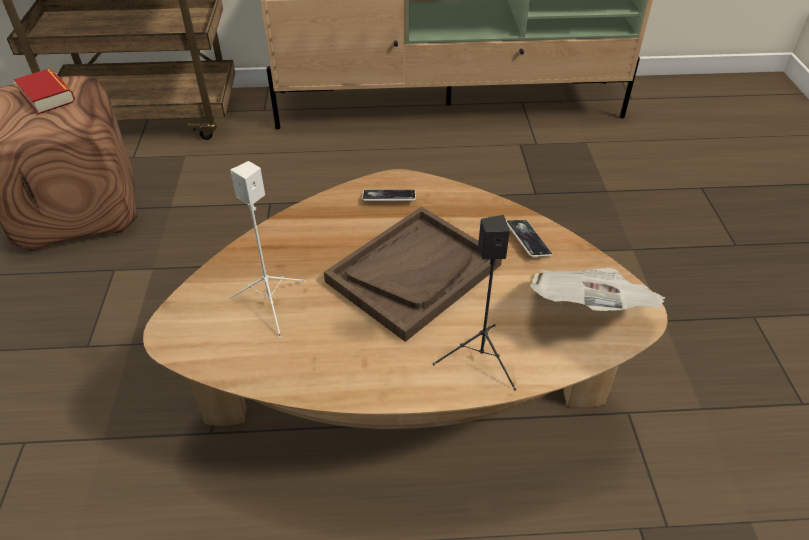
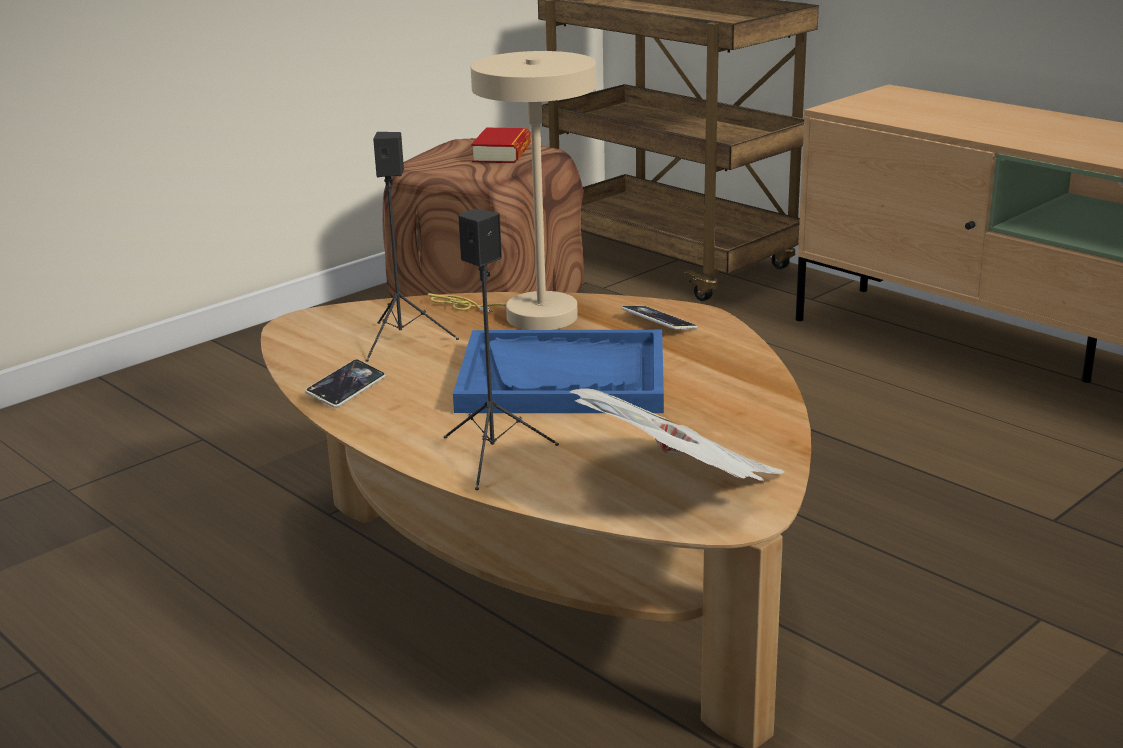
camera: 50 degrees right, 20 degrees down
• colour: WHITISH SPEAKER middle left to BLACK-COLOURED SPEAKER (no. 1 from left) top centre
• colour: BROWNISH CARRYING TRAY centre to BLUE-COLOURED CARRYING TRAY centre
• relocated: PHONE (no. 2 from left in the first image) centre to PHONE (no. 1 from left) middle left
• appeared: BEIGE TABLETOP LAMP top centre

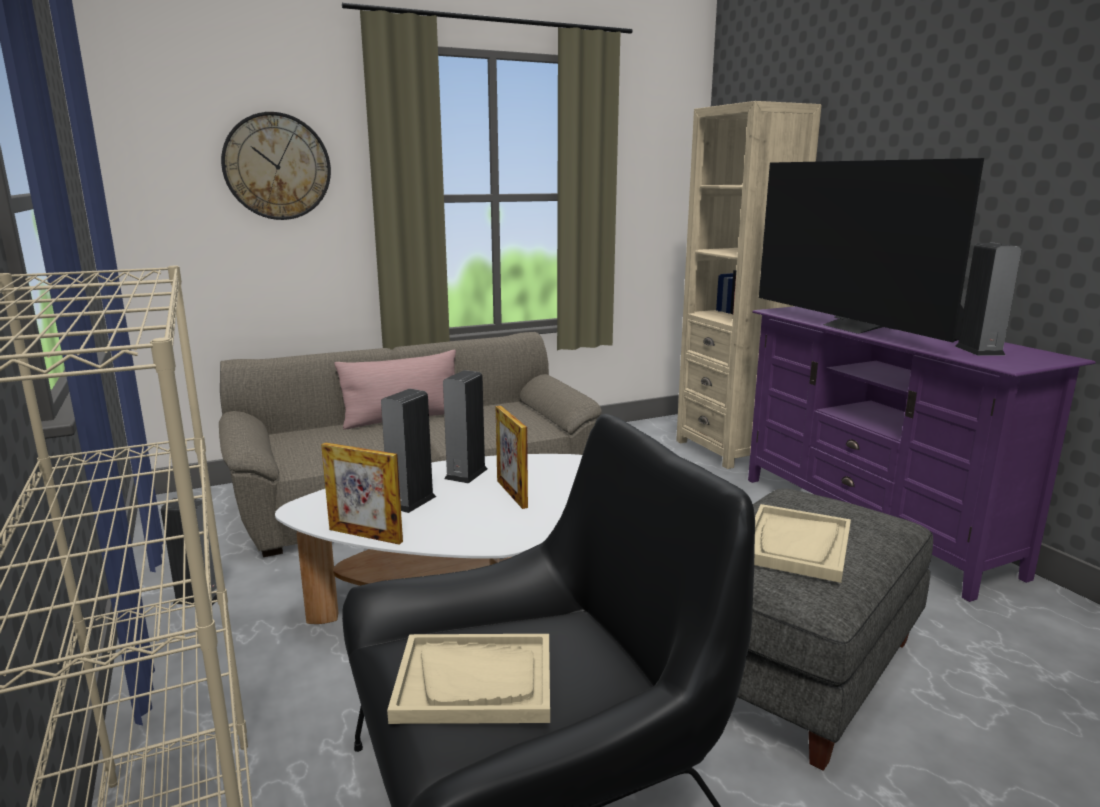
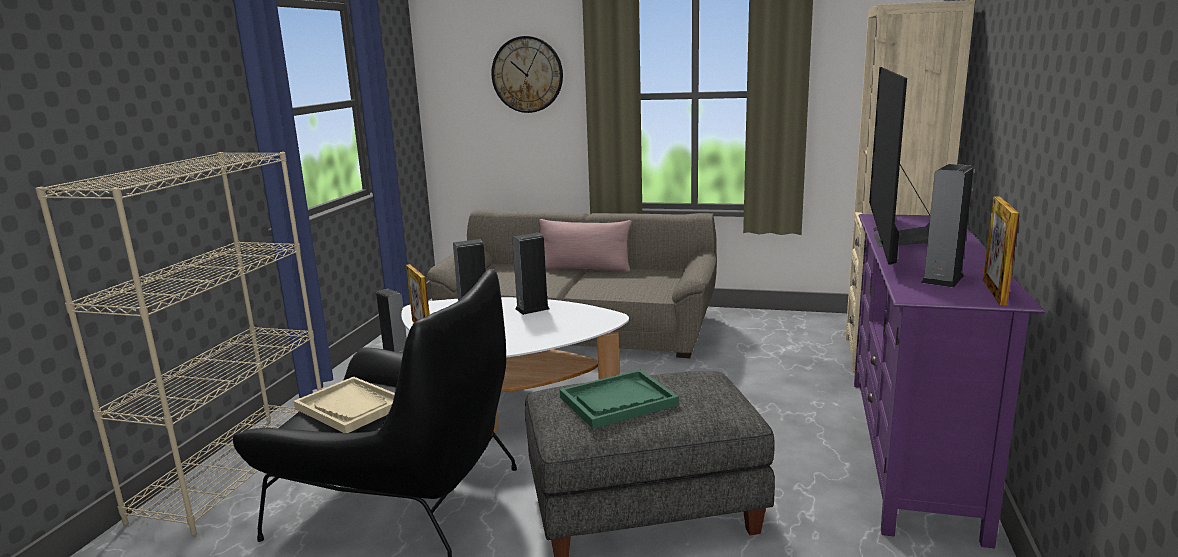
camera: 40 degrees right, 0 degrees up
• relocated: PHOTO FRAME (no. 2 from left) centre to middle right
• colour: BEIGE CARRYING TRAY (no. 2 from left) bottom right to GREENISH CARRYING TRAY bottom centre

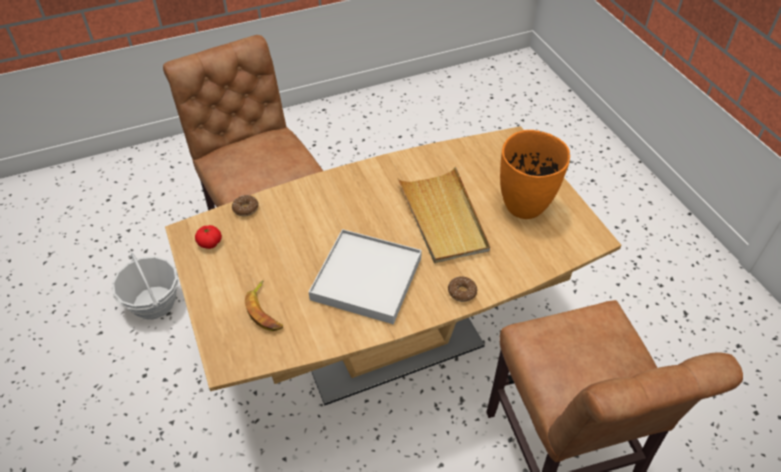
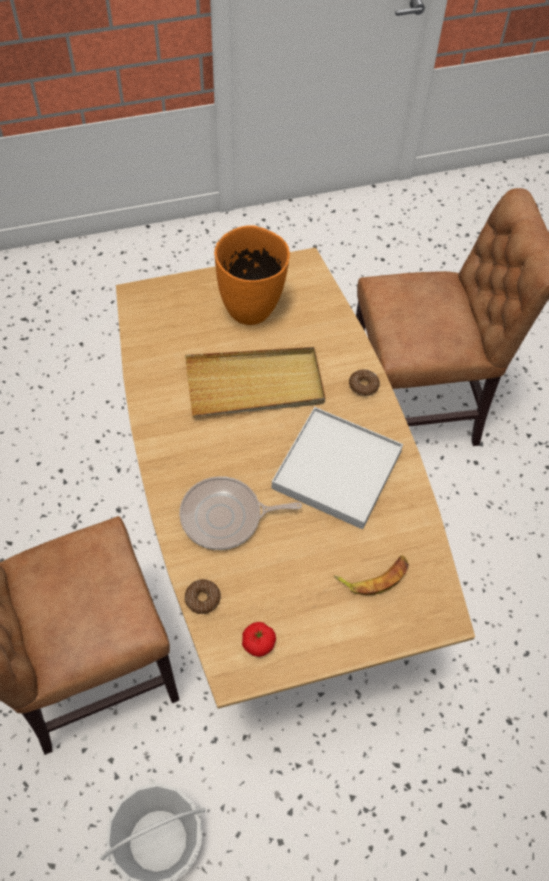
camera: 85 degrees left, 10 degrees up
• appeared: FRYING PAN centre

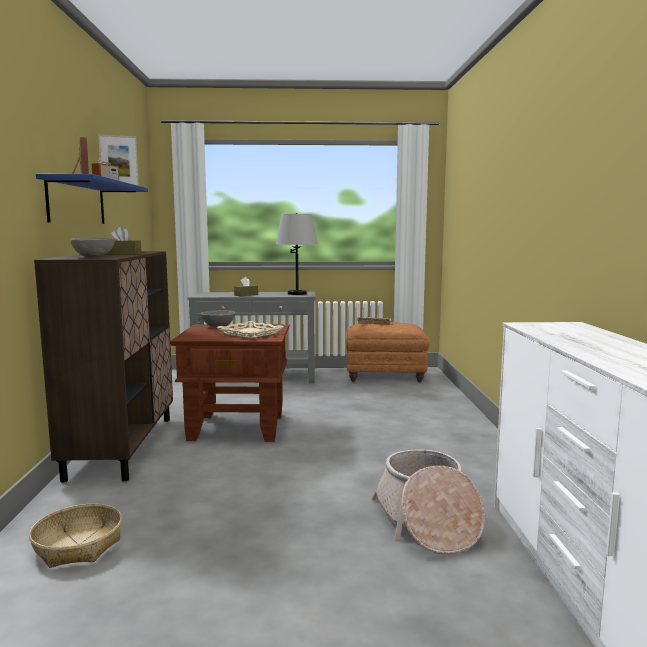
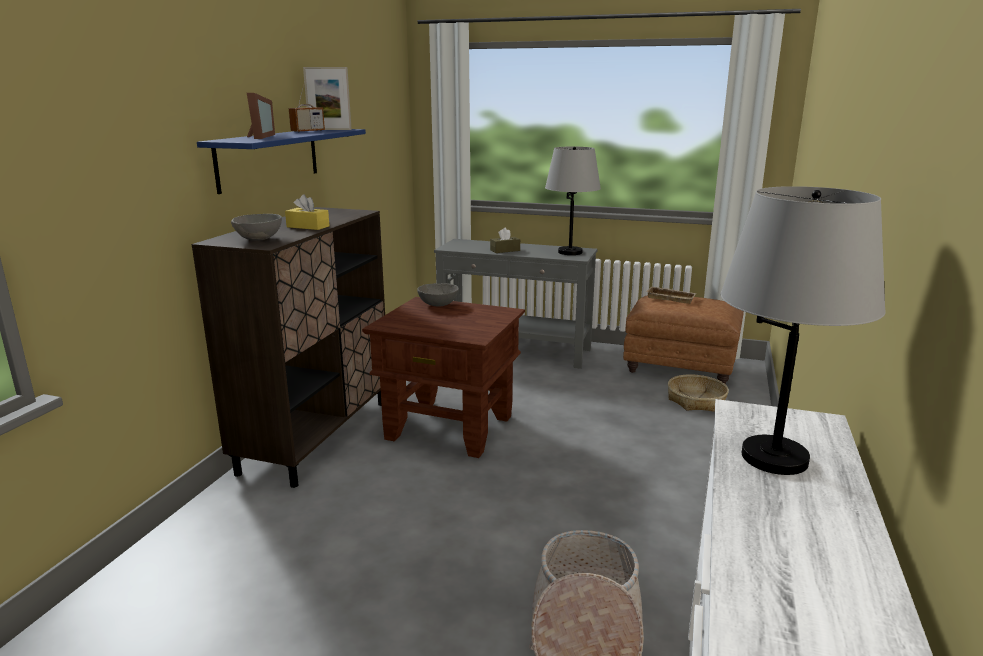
camera: 20 degrees right, 10 degrees up
• colour: BROWNISH TISSUE HOLDER (no. 1 from left) middle left to YELLOW TISSUE HOLDER top left
• missing: BEIGE CARRYING TRAY (no. 1 from left) centre
• relocated: STORAGE BASKET (no. 1 from left in the first image) bottom left to STORAGE BASKET (no. 2 from left) middle right
• appeared: GREY TABLETOP LAMP (no. 2 from left) middle right

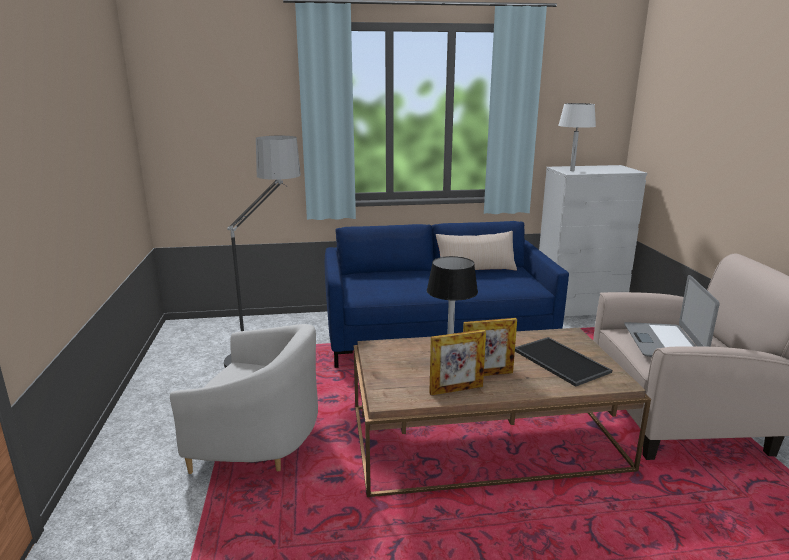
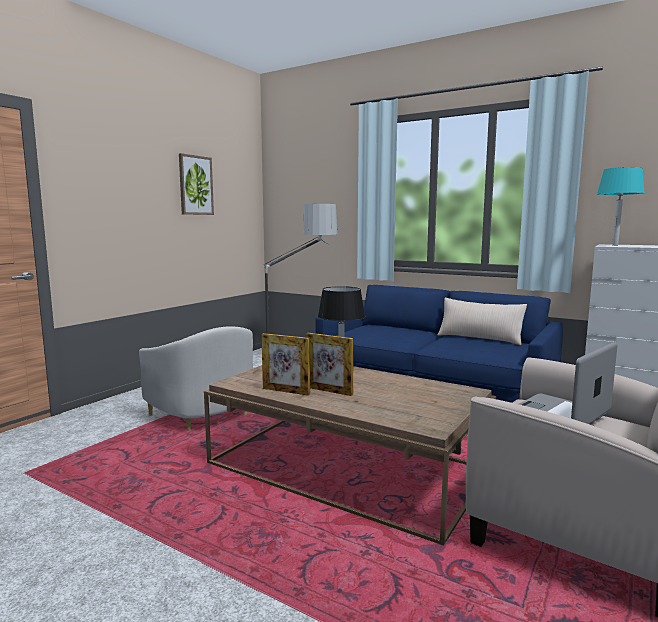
camera: 40 degrees right, 10 degrees down
• colour: WHITISH TABLETOP LAMP top right to TURQUOISE TABLETOP LAMP top right
• missing: CARRYING TRAY middle right
• appeared: WALL PICTURE top left

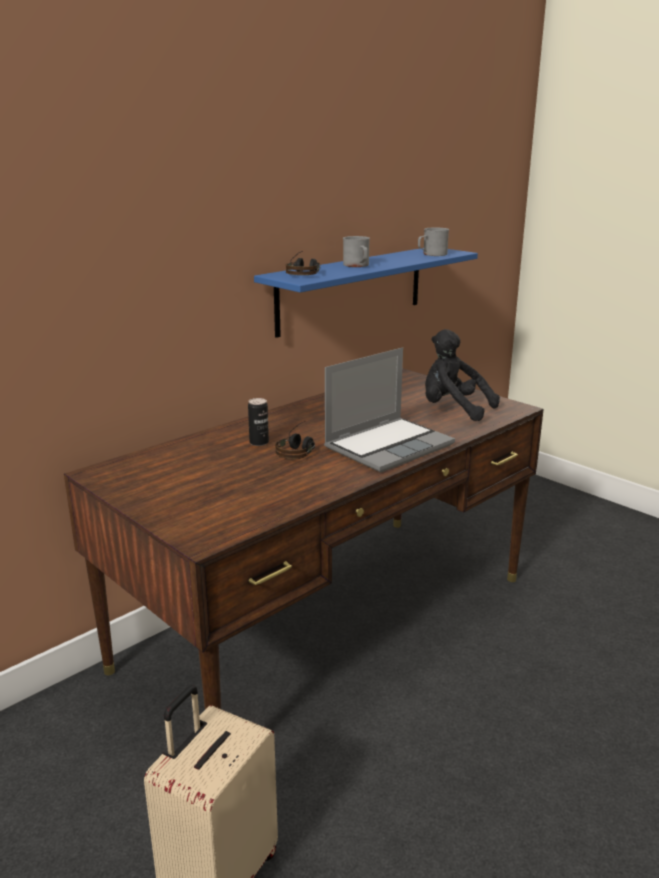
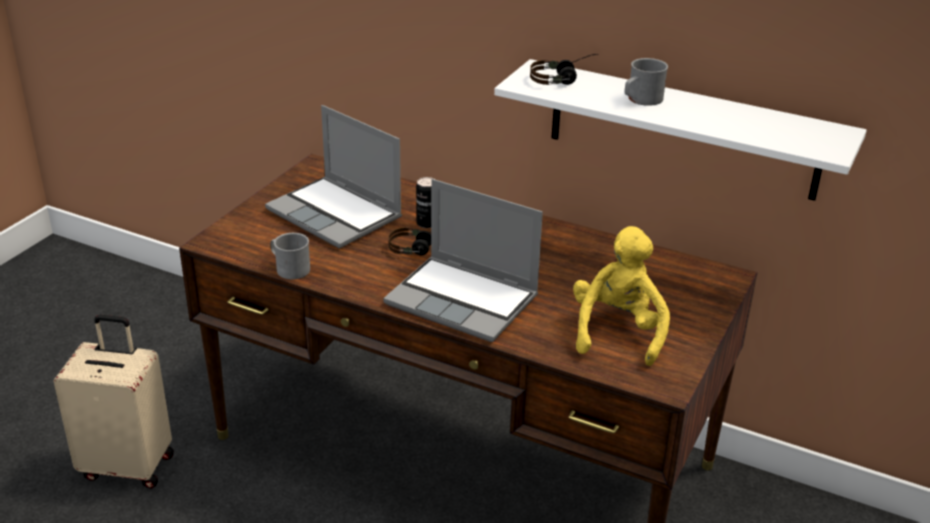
camera: 70 degrees right, 10 degrees up
• relocated: GREY MUG (no. 2 from left in the first image) top centre to GREY MUG (no. 1 from left) middle left
• colour: BLUE-COLOURED WALL SHELF centre to WHITISH WALL SHELF top right
• colour: BLACK-COLOURED PLUSH TOY middle right to YELLOW PLUSH TOY middle right
• appeared: LAPTOP (no. 1 from left) centre

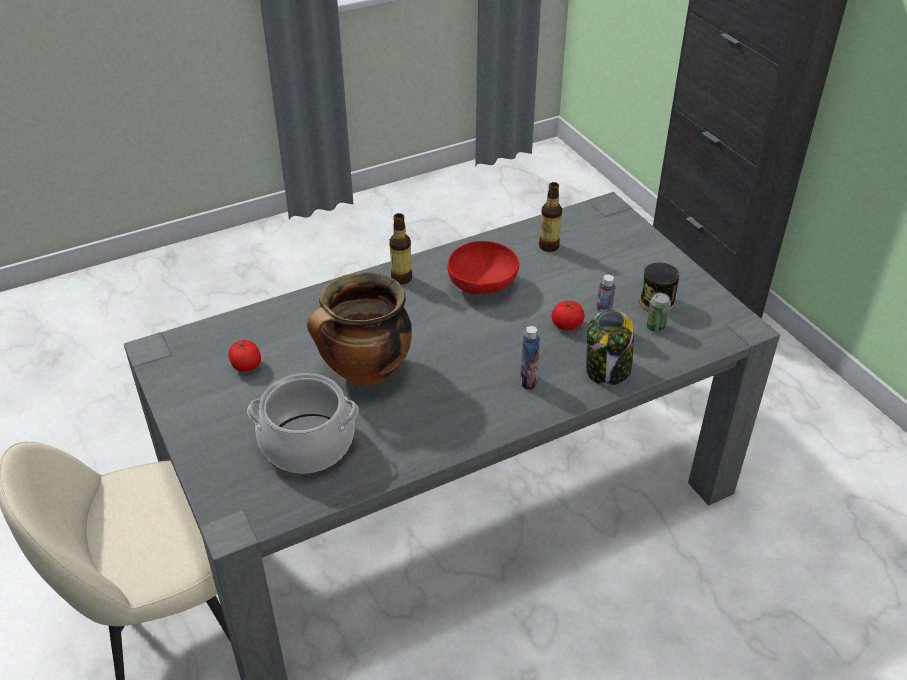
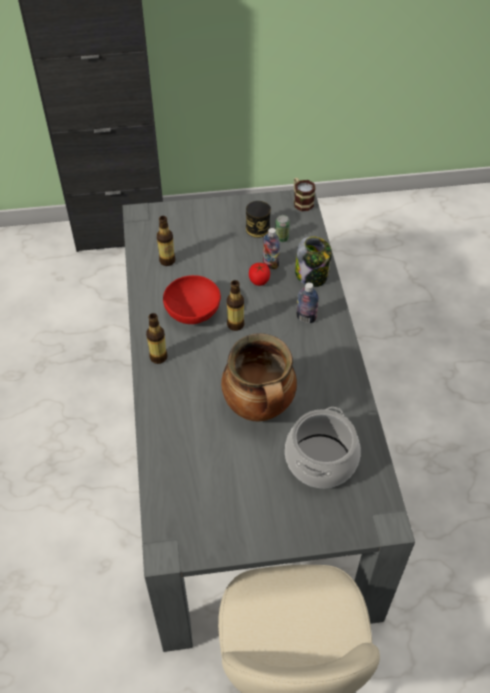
camera: 70 degrees left, 10 degrees up
• missing: FRESH TOMATO (no. 1 from left) middle left
• appeared: MUG top centre
• appeared: BOTTLE (no. 3 from left) centre

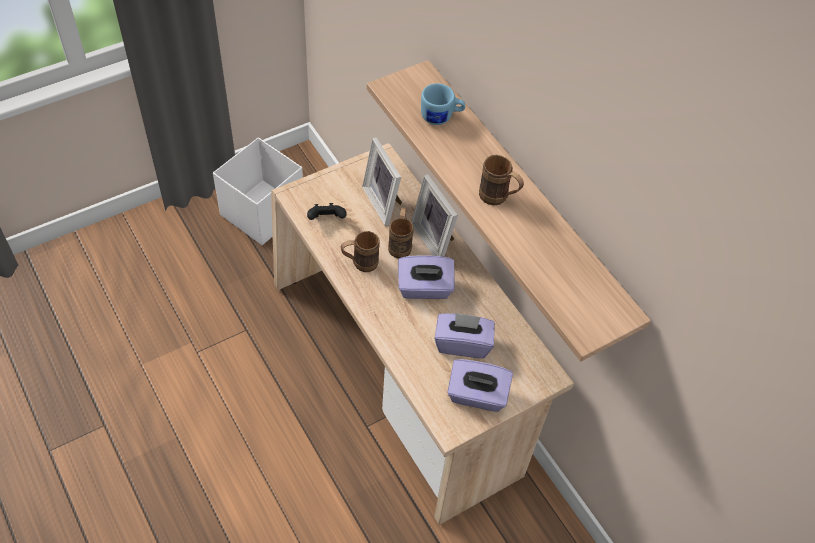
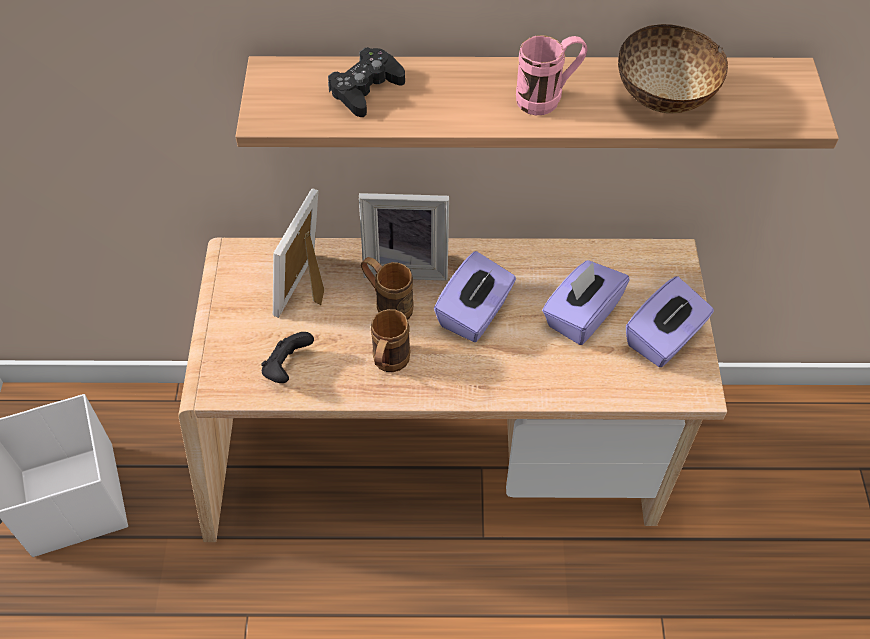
camera: 55 degrees left, 0 degrees up
• exchanged: BLUE-COLOURED MUG top centre to BLACK-COLOURED JOYPAD (no. 2 from left) top centre
• spun: PHOTO FRAME (no. 1 from left) centre = centre 105 degrees clockwise
• colour: BROWNISH MUG (no. 3 from left) top centre to PINK-COLOURED MUG top centre
• appeared: SERVING BOWL top right

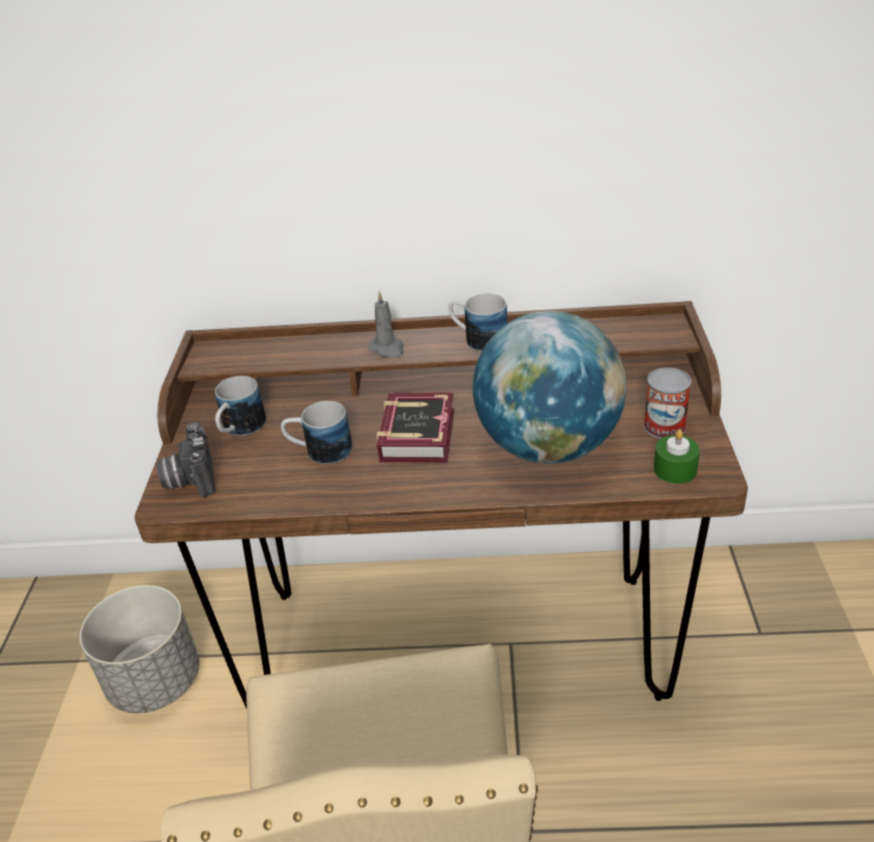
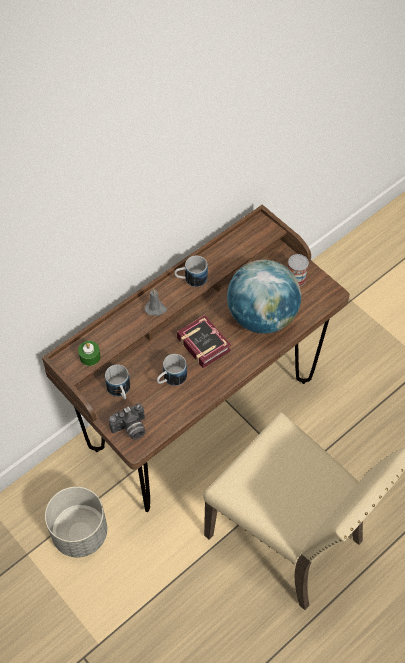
camera: 45 degrees left, 20 degrees up
• spun: PHOTO CAMERA middle left = middle left 60 degrees counterclockwise
• relocated: GREENISH WAX CANDLE middle right to middle left

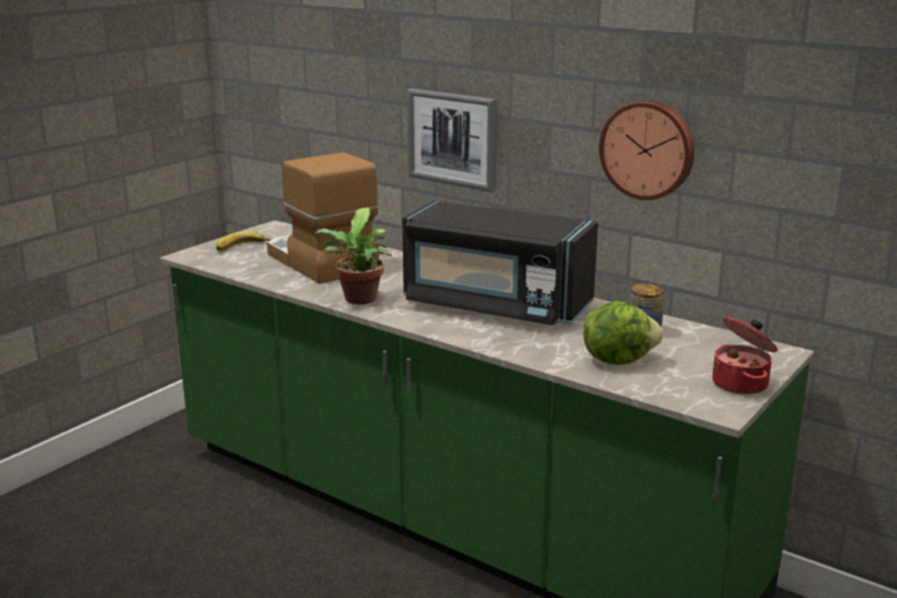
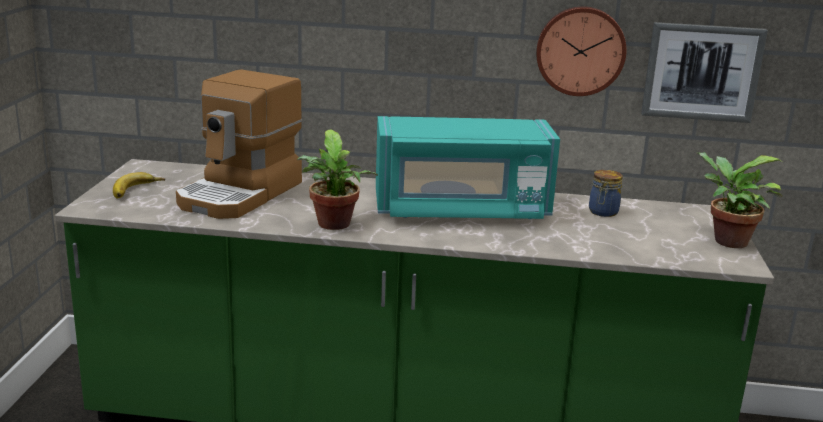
camera: 30 degrees left, 0 degrees up
• relocated: WALL PICTURE top centre to top right
• spun: COFFEE MAKER centre = middle left 90 degrees counterclockwise
• colour: BLACK-COLOURED KITCHEN MICROWAVE centre to TURQUOISE KITCHEN MICROWAVE centre
• missing: LETTUCE HEAD middle right
• exchanged: SAUCEPOT middle right to PLANT IN A POT (no. 2 from left) middle right

